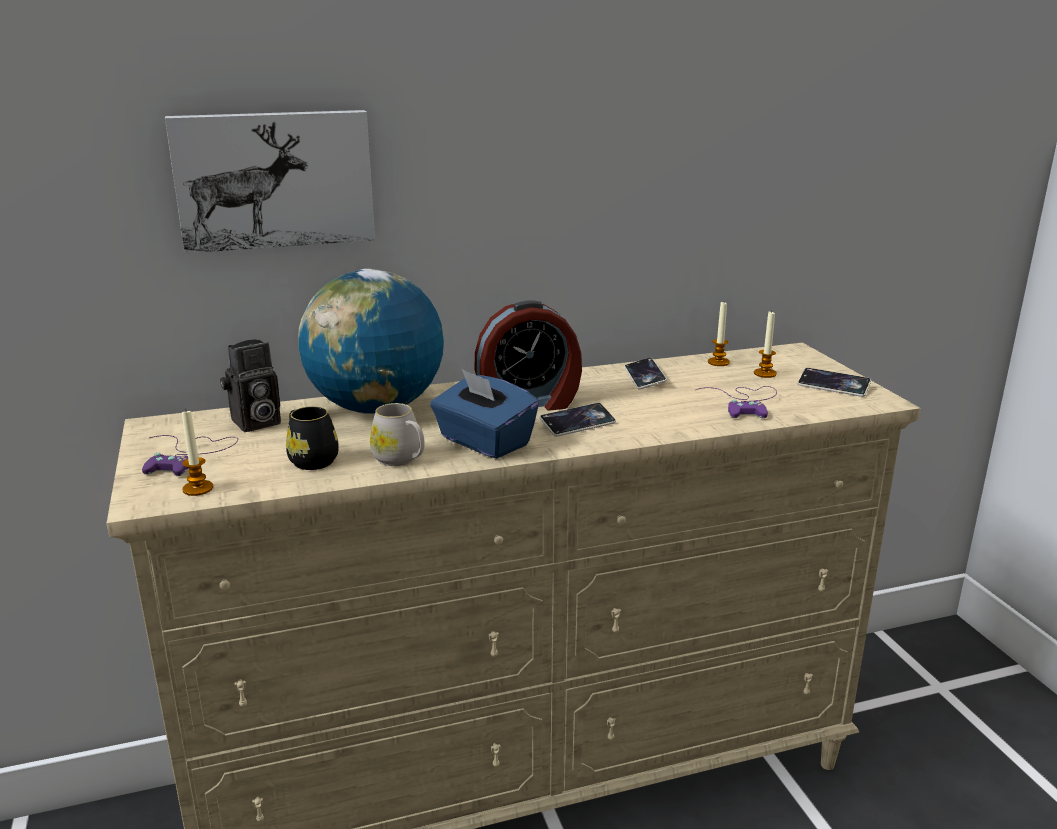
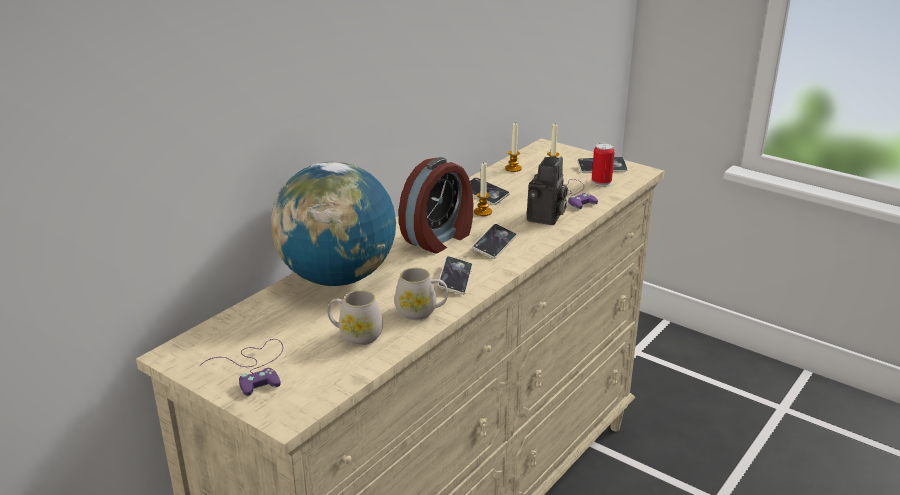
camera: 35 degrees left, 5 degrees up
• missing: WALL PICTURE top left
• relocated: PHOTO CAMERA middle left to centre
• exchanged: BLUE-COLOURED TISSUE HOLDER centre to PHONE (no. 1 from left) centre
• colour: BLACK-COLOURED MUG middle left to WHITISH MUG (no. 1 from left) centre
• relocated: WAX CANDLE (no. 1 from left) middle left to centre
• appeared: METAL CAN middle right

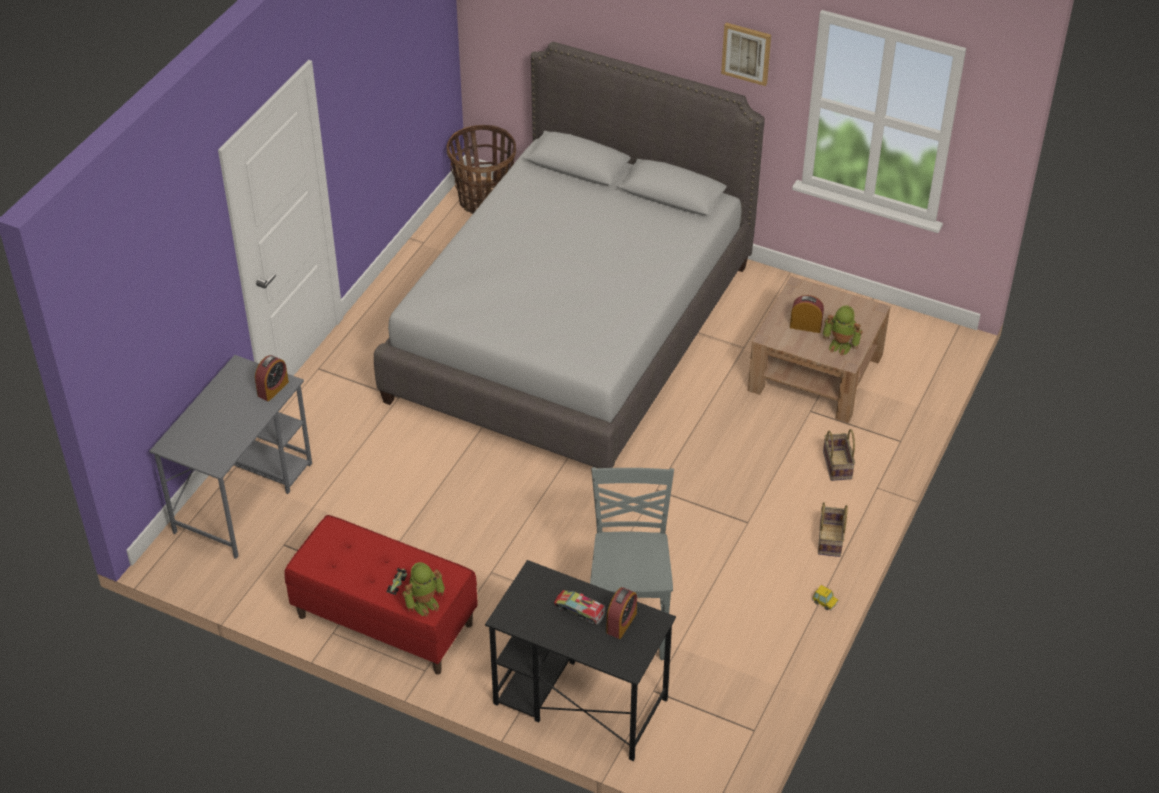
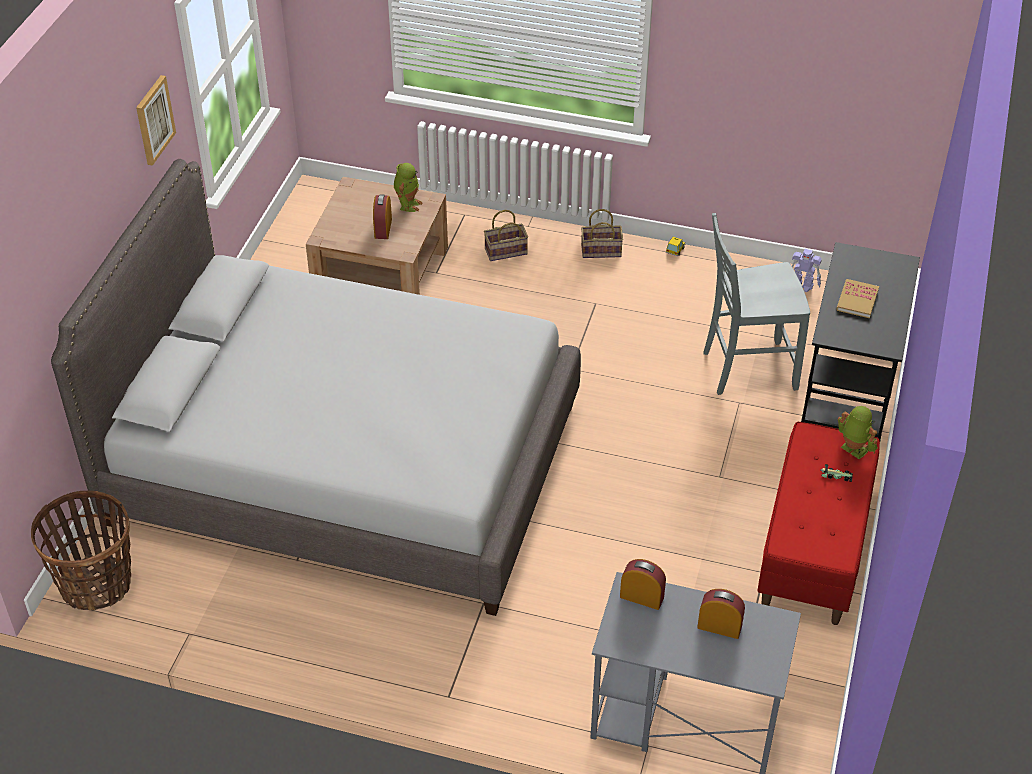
camera: 100 degrees left, 0 degrees up
• relocated: BEDSIDE CLOCK (no. 2 from left in the first image) bottom centre to BEDSIDE CLOCK (no. 3 from left) bottom right
• exchanged: MODEL TRUCK bottom centre to BOOK middle right
• appeared: TOY ROBOT (no. 2 from left) middle right

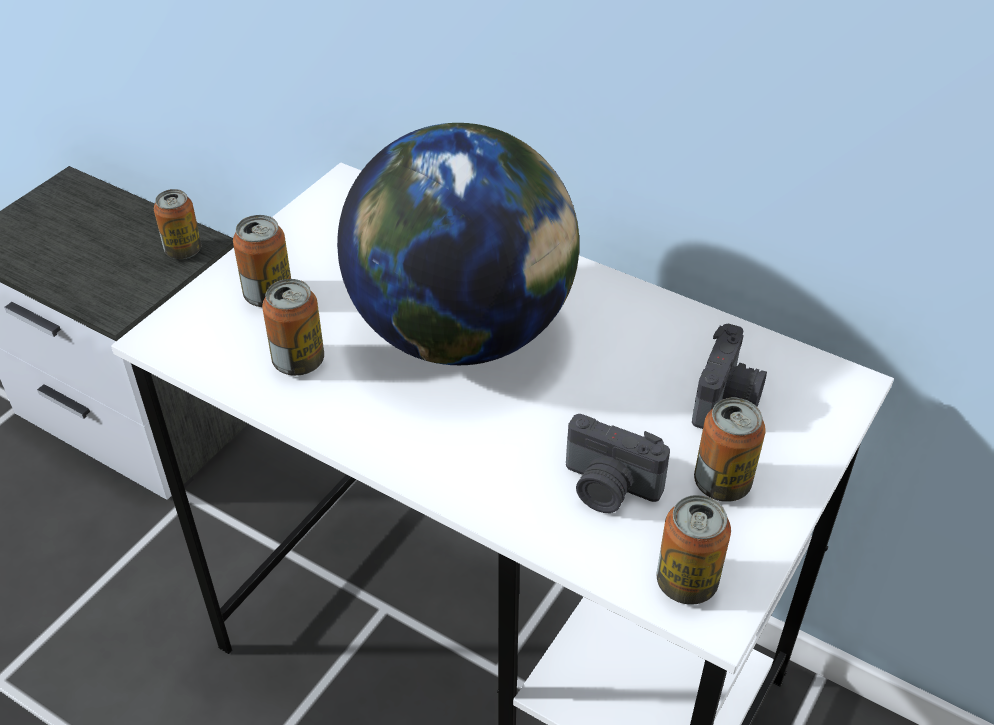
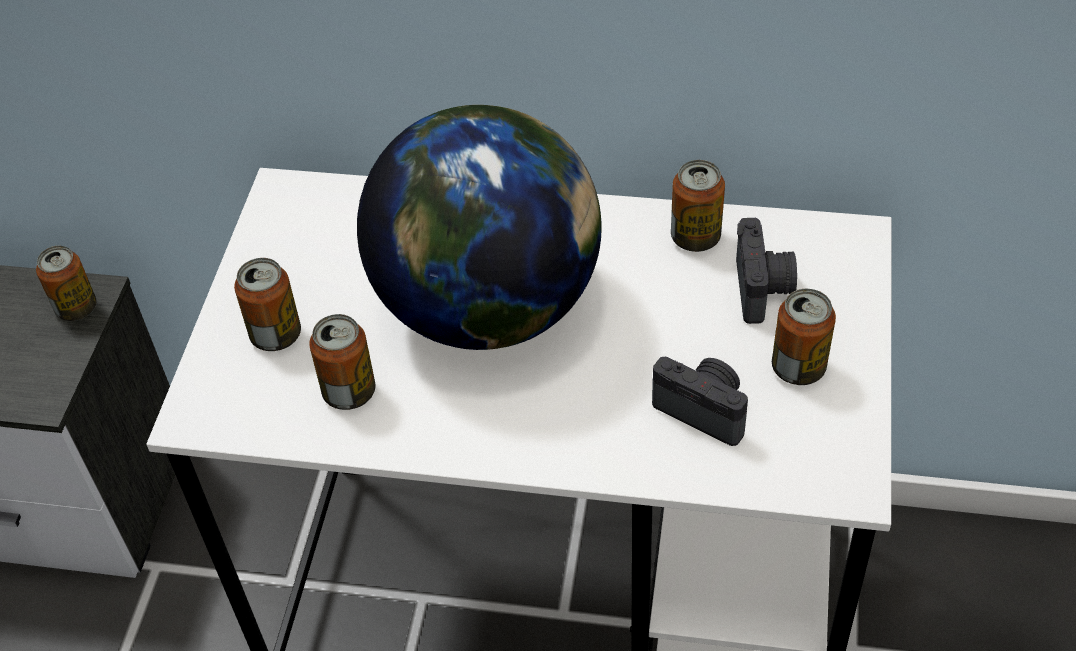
camera: 20 degrees left, 5 degrees up
• spun: PHOTO CAMERA (no. 1 from left) centre = centre 150 degrees counterclockwise
• relocated: METAL CAN (no. 4 from left) bottom right to top centre

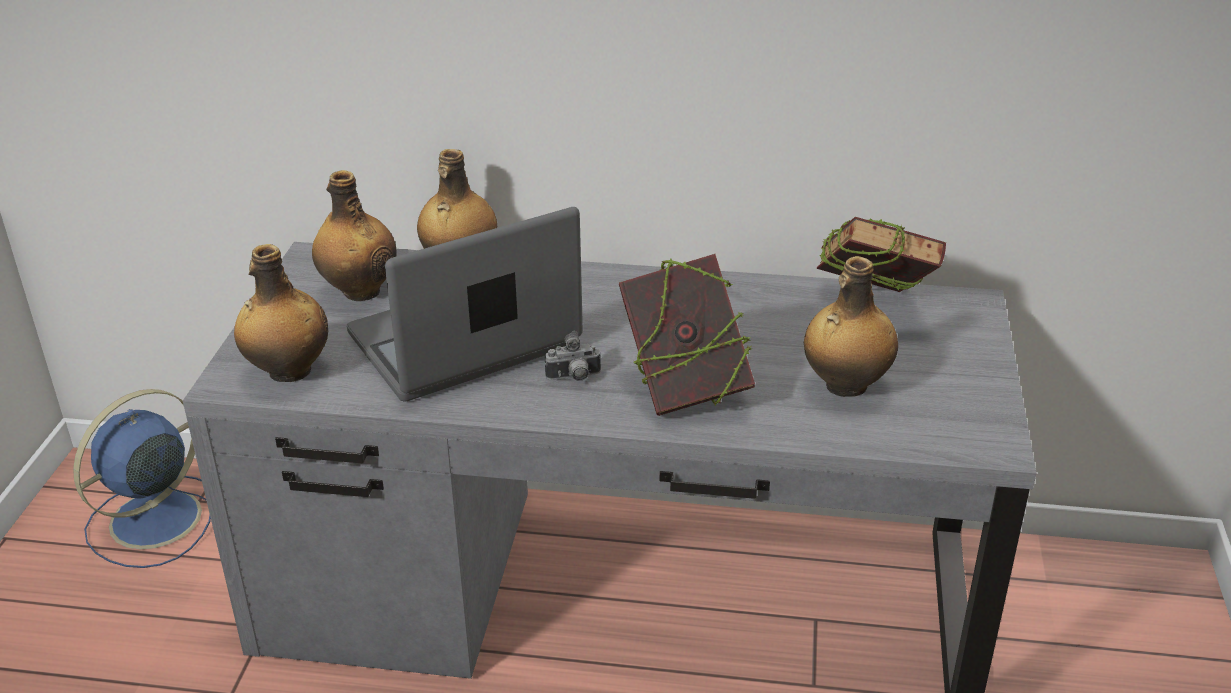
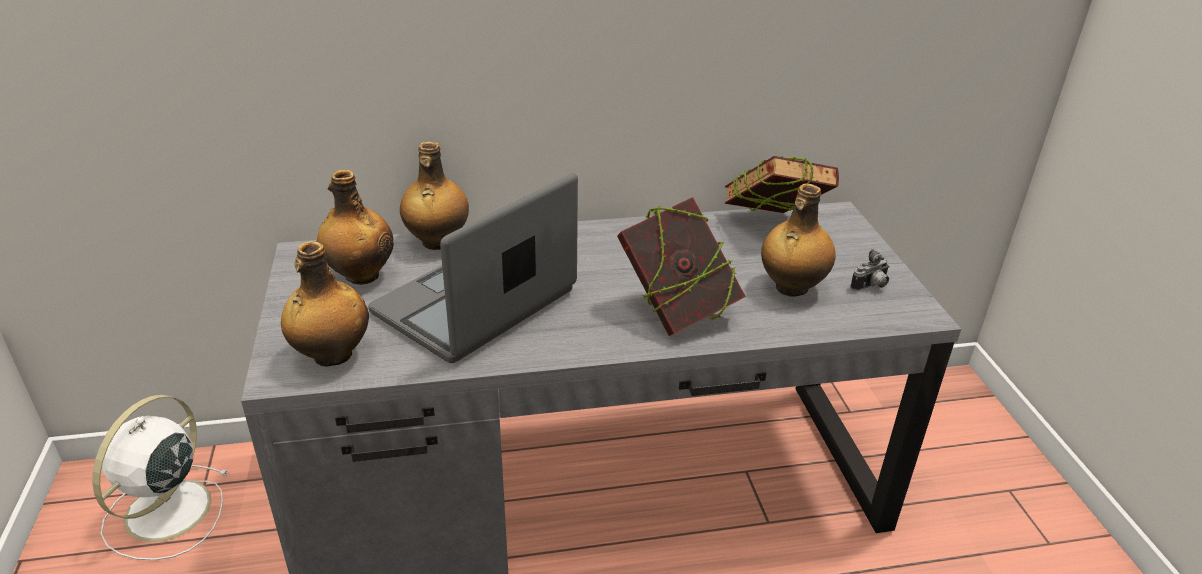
camera: 20 degrees left, 0 degrees up
• relocated: PHOTO CAMERA centre to middle right
• colour: BLUE-COLOURED COOLING FAN bottom left to WHITISH COOLING FAN bottom left

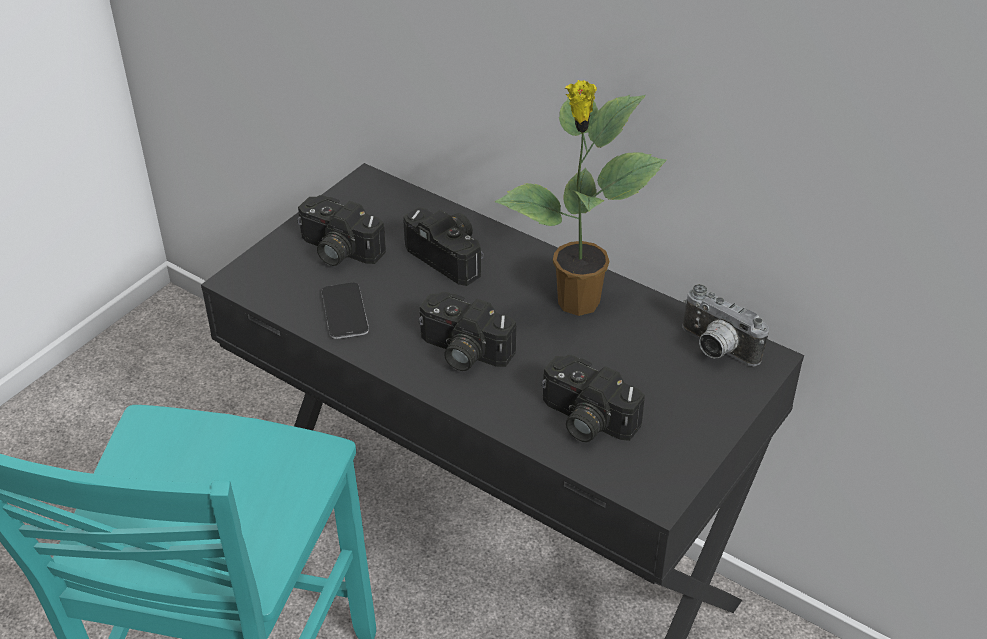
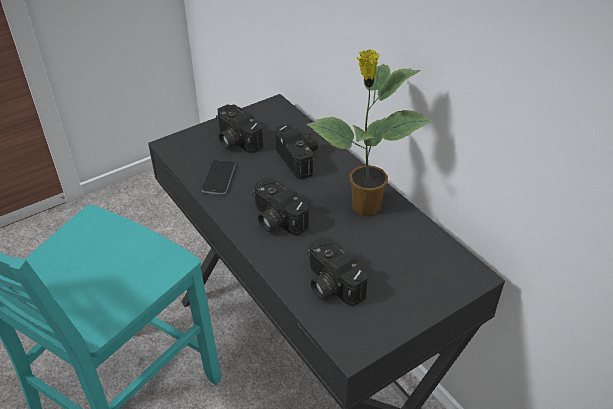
camera: 20 degrees right, 0 degrees up
• missing: PHOTO CAMERA (no. 5 from left) middle right

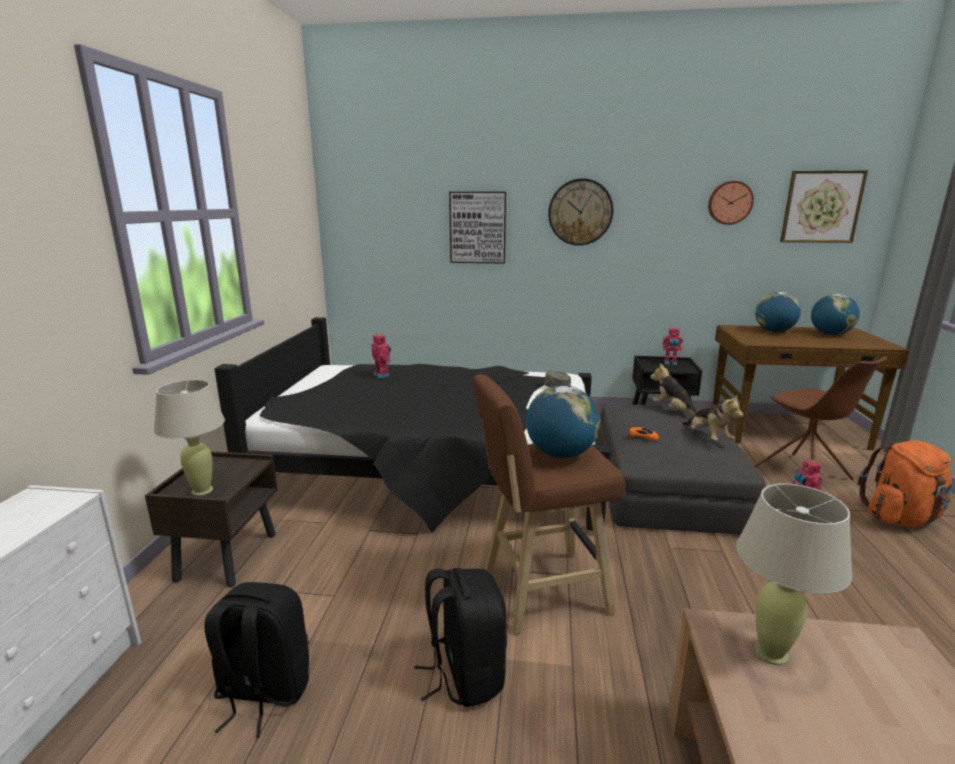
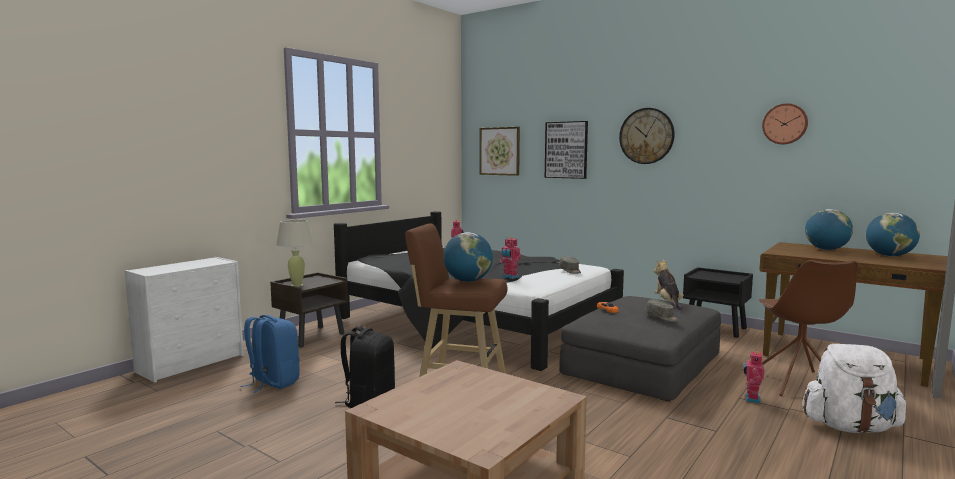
camera: 30 degrees right, 10 degrees down
• relocated: WALL PICTURE (no. 2 from left in the first image) top right to WALL PICTURE (no. 1 from left) top centre
• relocated: TOY ROBOT (no. 2 from left) middle right to centre
• exchanged: PLUSH TOY (no. 2 from left) middle right to GREY PEAKED CAP (no. 2 from left) middle right
• colour: ORANGE-COLOURED RUCKSACK middle right to WHITISH RUCKSACK bottom right
• missing: BEIGE TABLETOP LAMP (no. 2 from left) bottom right
• colour: BLACK-COLOURED RUCKSACK (no. 1 from left) bottom left to BLUE-COLOURED RUCKSACK bottom left

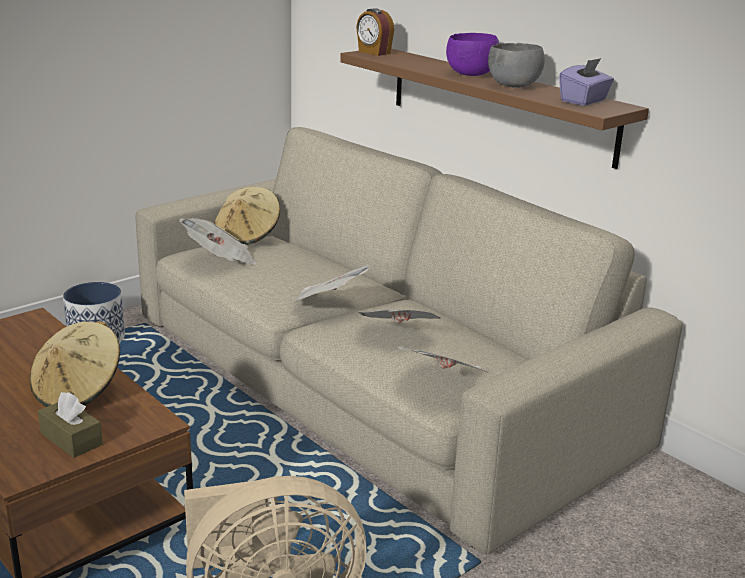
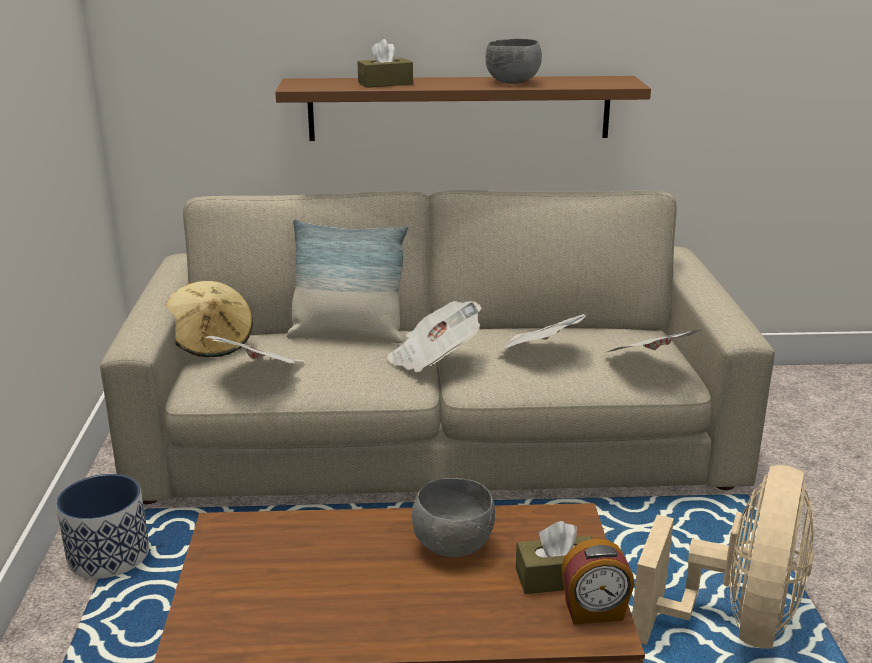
camera: 50 degrees left, 0 degrees up
• relocated: BEDSIDE CLOCK top centre to bottom right
• missing: PURPLE SERVING BOWL top centre
• missing: PURPLE TISSUE HOLDER top right
• exchanged: BEIGE HAT (no. 1 from left) middle left to GREY SERVING BOWL (no. 1 from left) bottom centre
• appeared: BROWNISH TISSUE HOLDER (no. 1 from left) top centre
• appeared: PILLOW centre

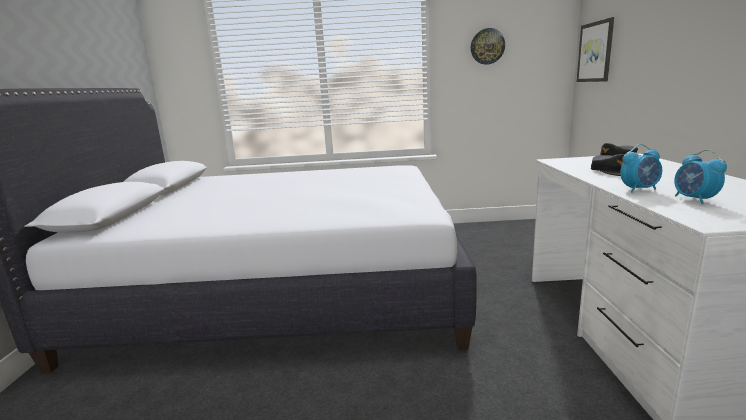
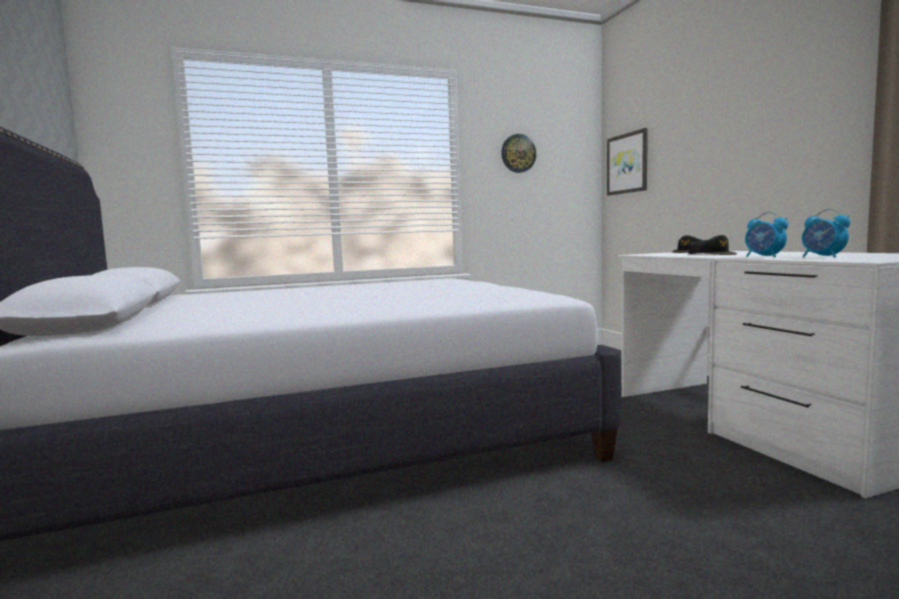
camera: 20 degrees left, 10 degrees down
• spun: BEDSIDE CLOCK (no. 1 from left) middle right = middle right 90 degrees clockwise

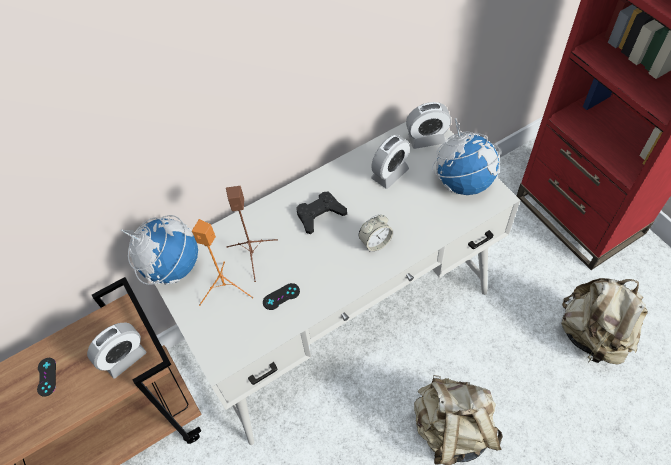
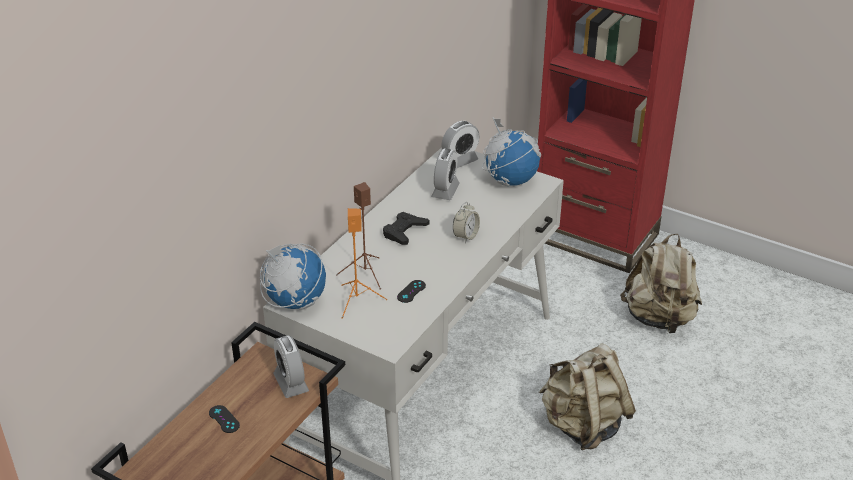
camera: 30 degrees left, 20 degrees down
• spun: BEDSIDE CLOCK (no. 1 from left) bottom left = bottom centre 135 degrees clockwise

